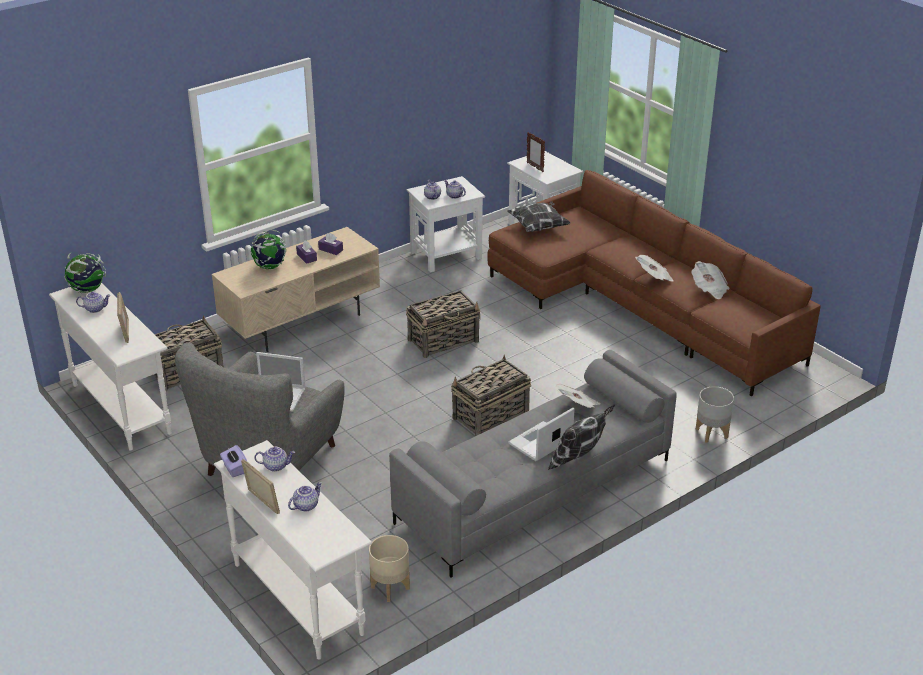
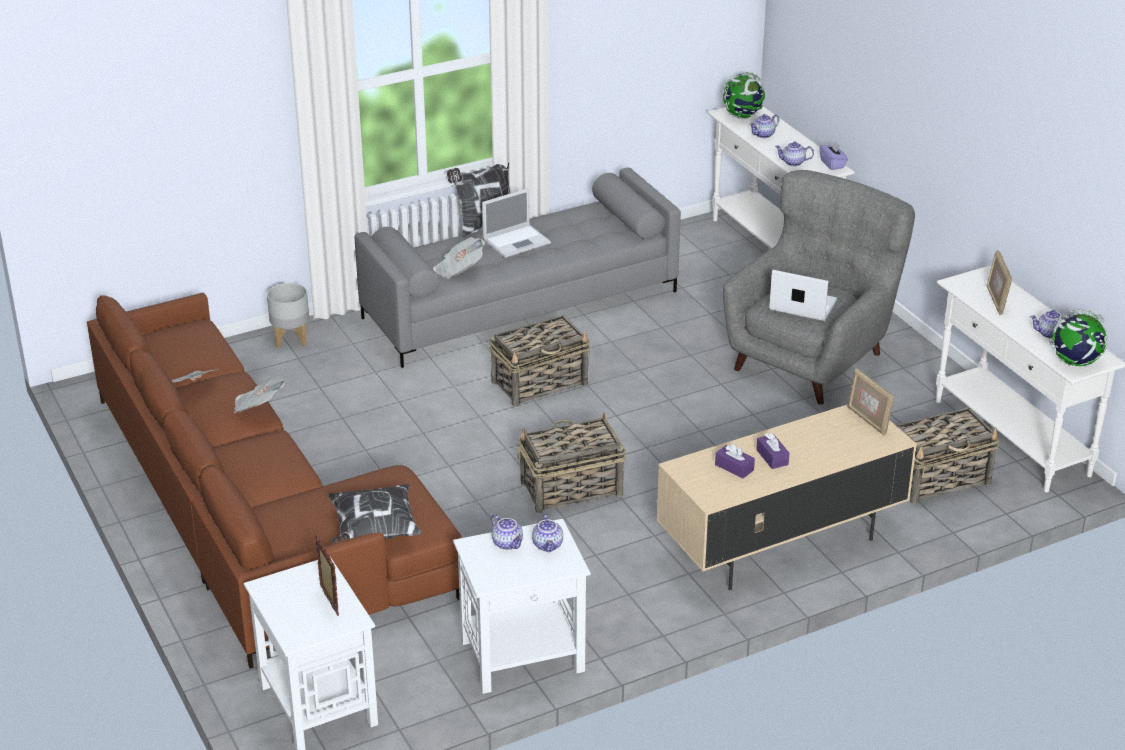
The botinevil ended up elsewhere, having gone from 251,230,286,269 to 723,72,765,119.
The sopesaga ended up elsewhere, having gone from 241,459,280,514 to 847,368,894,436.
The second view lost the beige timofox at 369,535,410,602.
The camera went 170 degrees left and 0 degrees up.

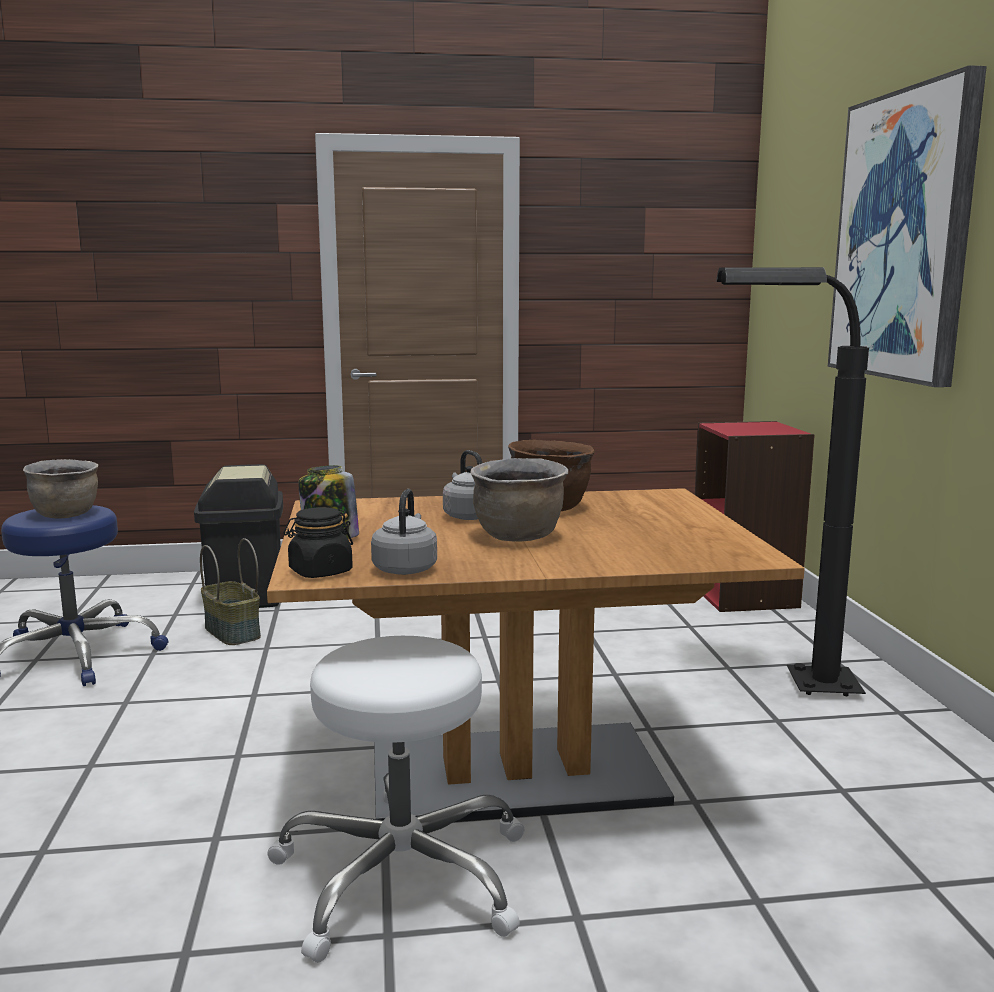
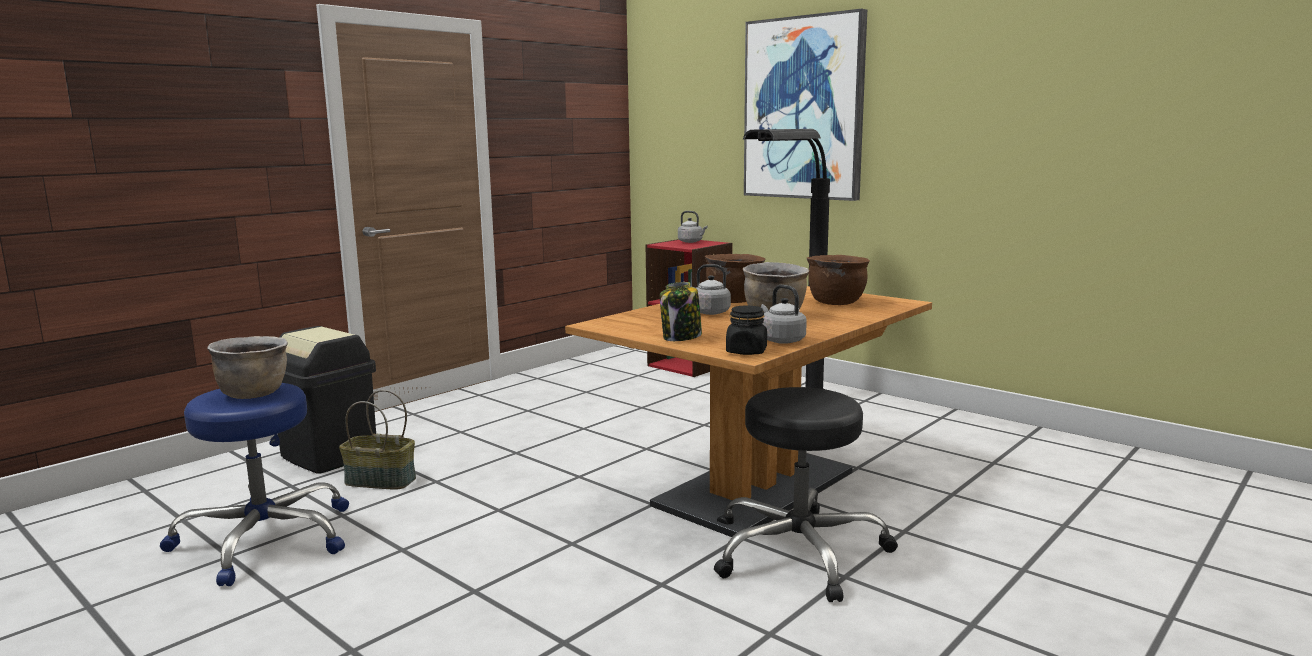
What was the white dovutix at 267,636,525,963 turned into the black dovutix at 714,387,898,602.
The second view gained the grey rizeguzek at 678,211,708,243.
The second view gained the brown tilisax at 807,255,870,305.
The camera went 40 degrees left and 0 degrees up.

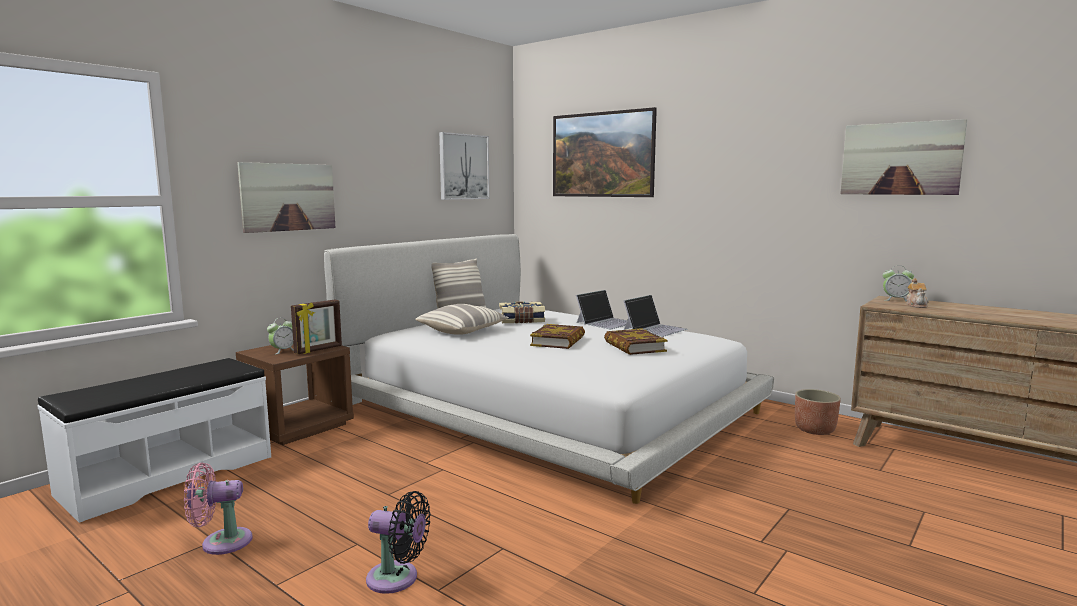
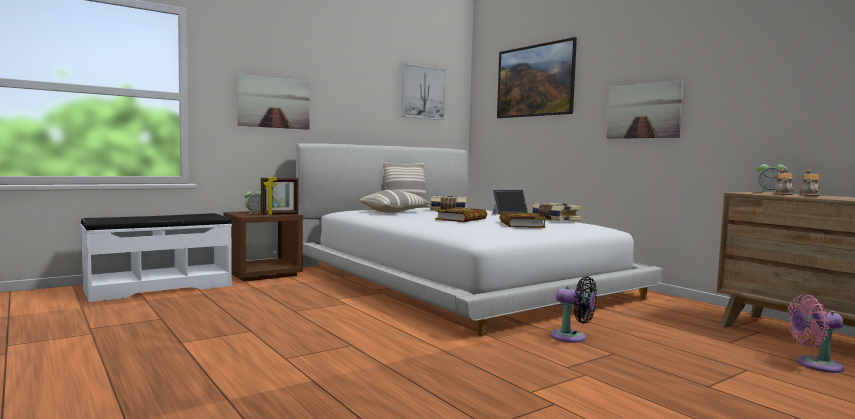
The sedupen ended up elsewhere, having gone from 840,119,968,195 to 606,80,684,139.
Where the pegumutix stood at 624,295,688,337, the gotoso came to stand at 532,203,581,221.
The second view lost the timofox at 795,389,841,435.
The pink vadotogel ended up elsewhere, having gone from 184,463,253,555 to 787,295,844,373.
The black vadotogel ended up elsewhere, having gone from 366,491,431,594 to 551,276,597,343.
The second view gained the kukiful at 800,169,820,196.
The camera went 15 degrees right and 5 degrees down.

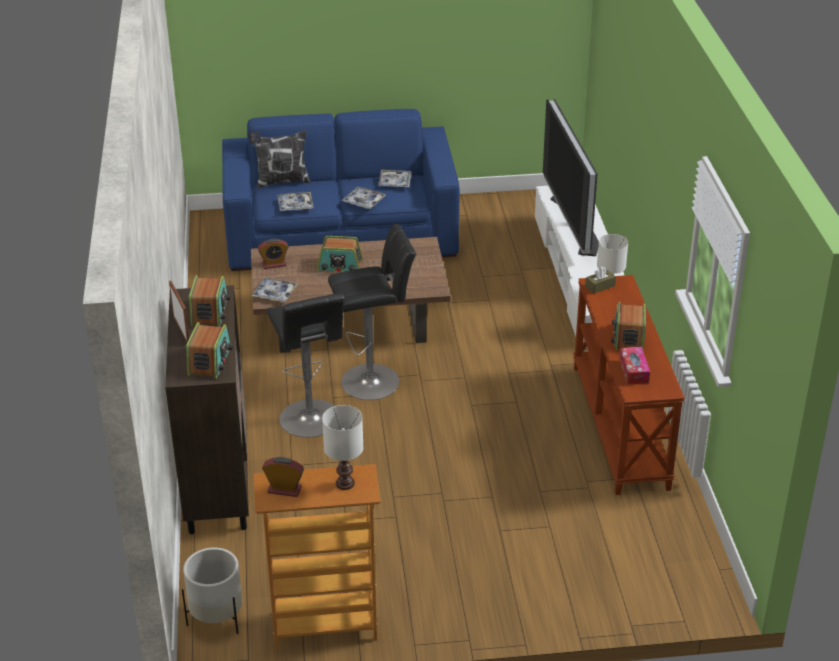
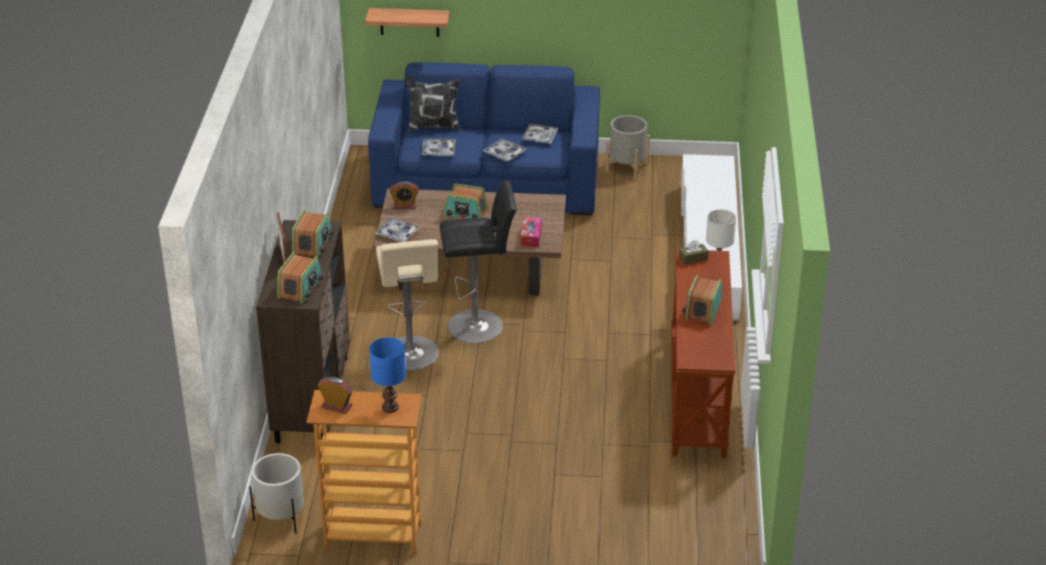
The second view lost the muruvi at 543,99,599,256.
What was the black dovutix at 267,293,344,437 turned into the beige dovutix at 376,239,439,371.
The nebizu ended up elsewhere, having gone from 619,347,650,384 to 520,217,542,247.
What was the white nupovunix at 322,405,364,490 turned into the blue nupovunix at 369,337,406,413.
The second view gained the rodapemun at 365,8,450,37.
The second view gained the grey timofox at 606,115,650,179.
The camera went 10 degrees right and 0 degrees up.

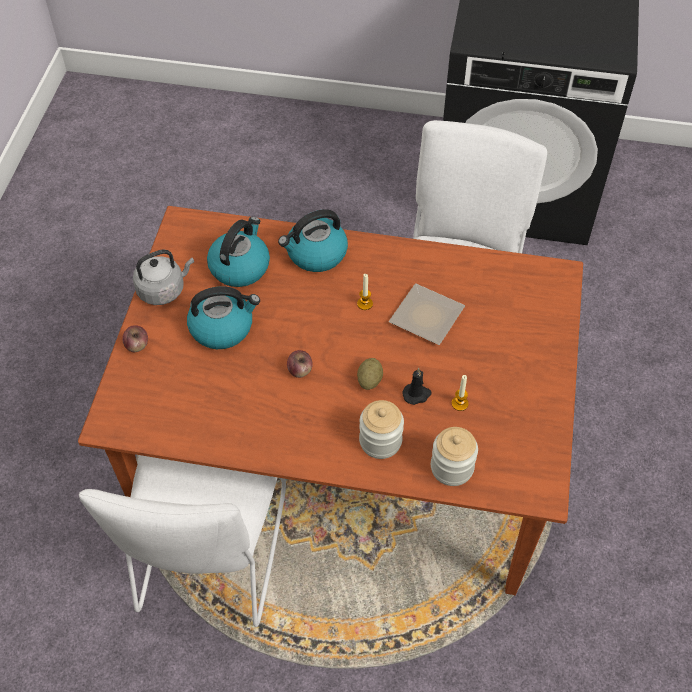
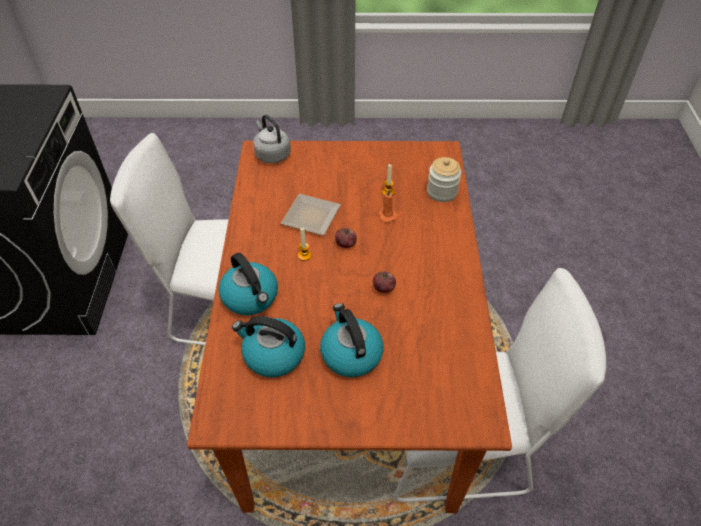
The grey rizeguzek ended up elsewhere, having gone from 133,249,194,305 to 253,115,291,163.
The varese ended up elsewhere, having gone from 122,325,148,352 to 335,228,357,248.
The second view lost the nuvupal at 357,358,383,390.
What was the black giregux at 402,368,432,405 turned into the orange giregux at 378,189,398,223.
The second view lost the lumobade at 359,400,404,459.
The camera went 100 degrees left and 5 degrees down.

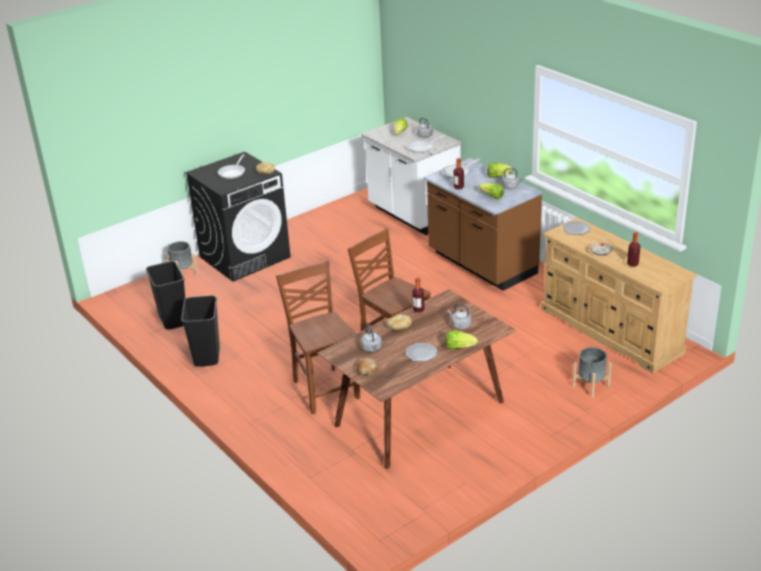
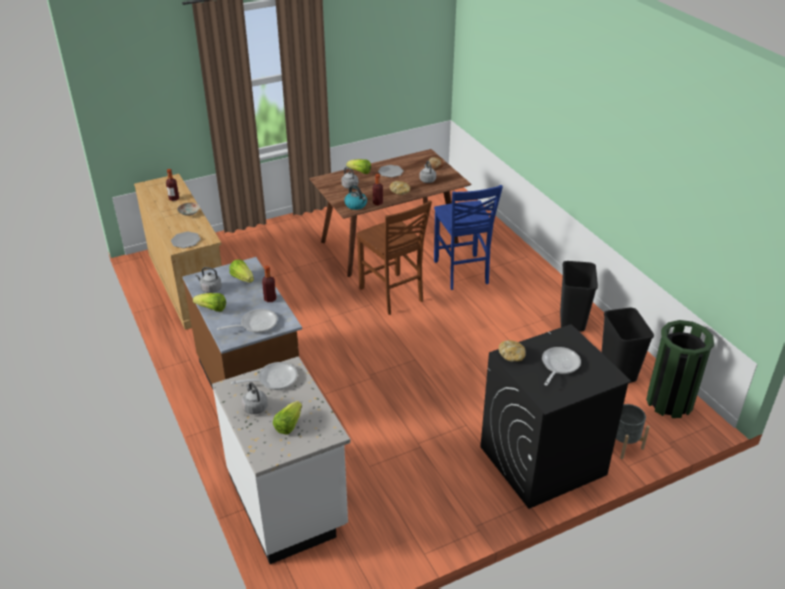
What was the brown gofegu at 276,260,360,415 turned into the blue gofegu at 434,185,503,290.
The second view lost the grey timofox at 572,347,612,398.
The second view gained the rizeguzek at 344,185,367,210.
The second view gained the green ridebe at 646,320,714,418.
The camera went 170 degrees left and 5 degrees up.

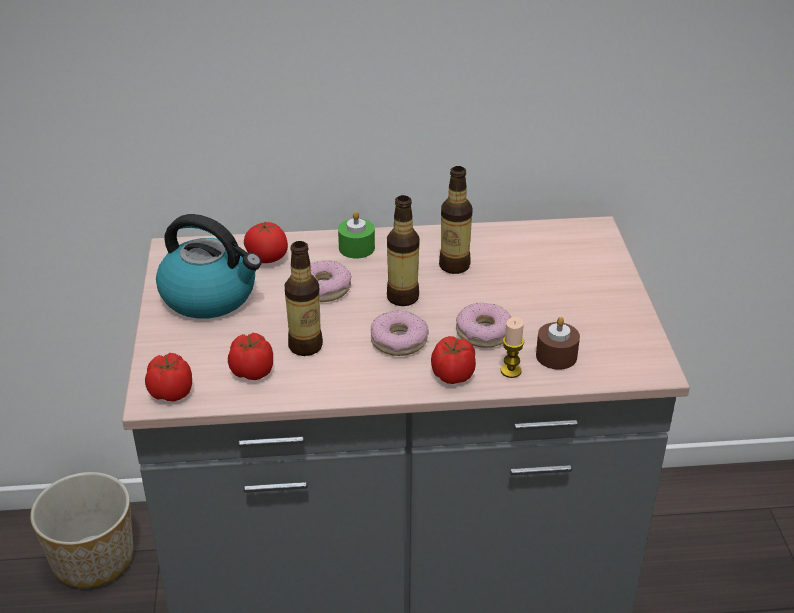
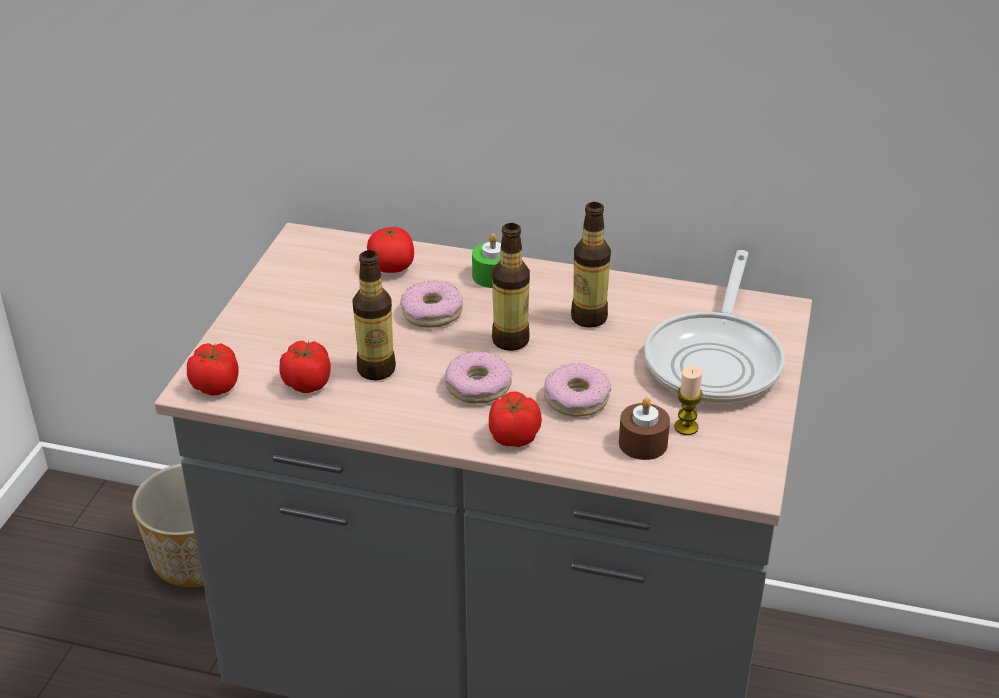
The second view lost the rizeguzek at 156,214,262,319.
The giregux ended up elsewhere, having gone from 501,317,524,378 to 674,366,703,435.
The second view gained the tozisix at 644,250,785,404.
The camera went 20 degrees right and 0 degrees up.

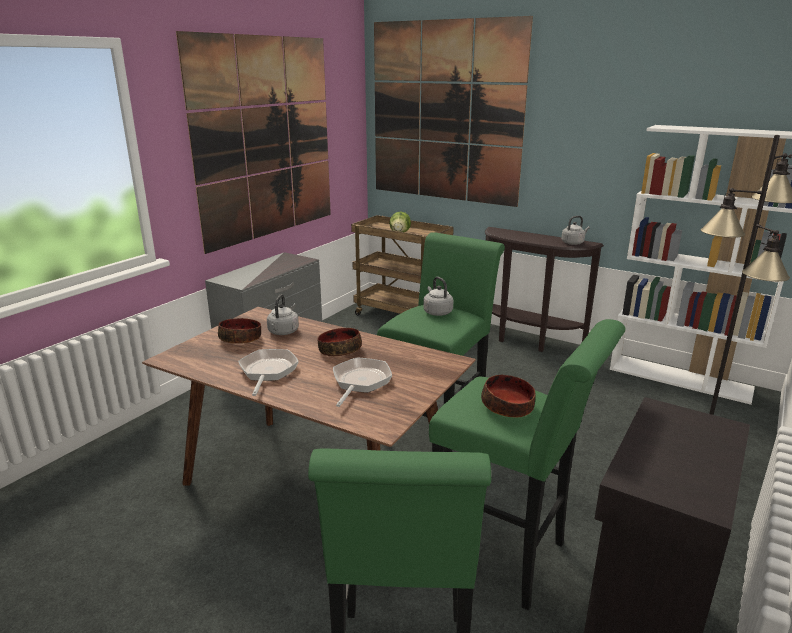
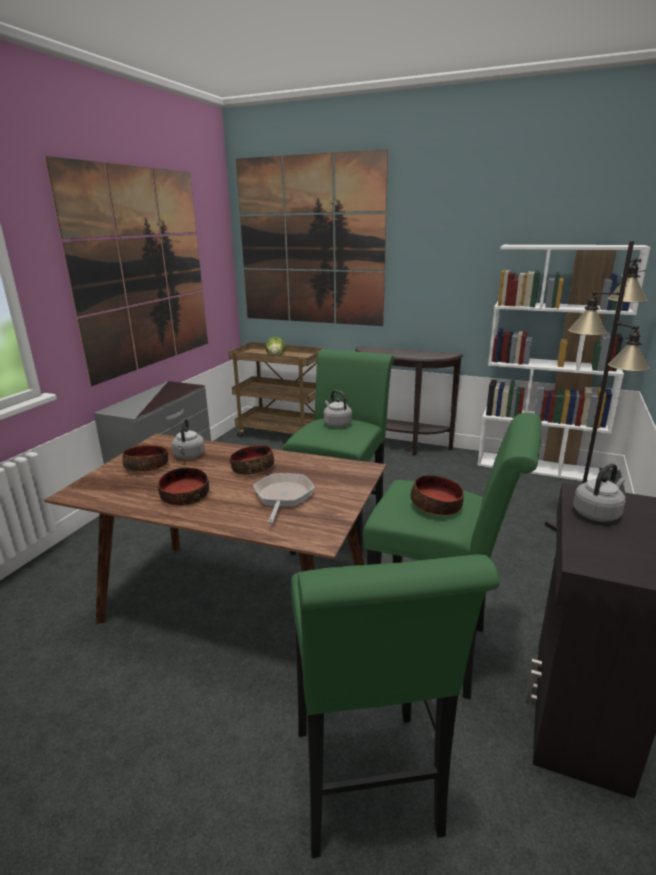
The grey rizeguzek ended up elsewhere, having gone from 561,216,590,245 to 573,463,626,522.
Where the tozisix stood at 238,349,299,396, the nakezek came to stand at 158,467,209,506.
The camera went 10 degrees left and 0 degrees up.

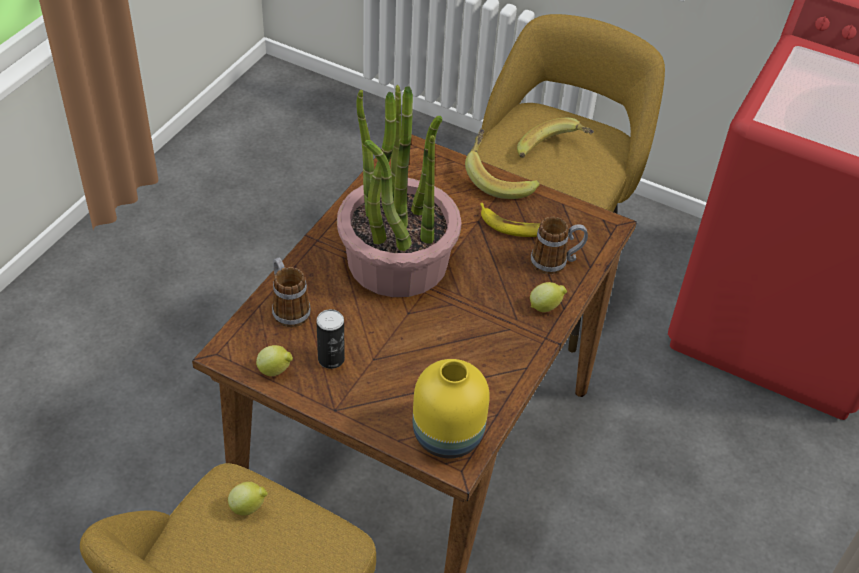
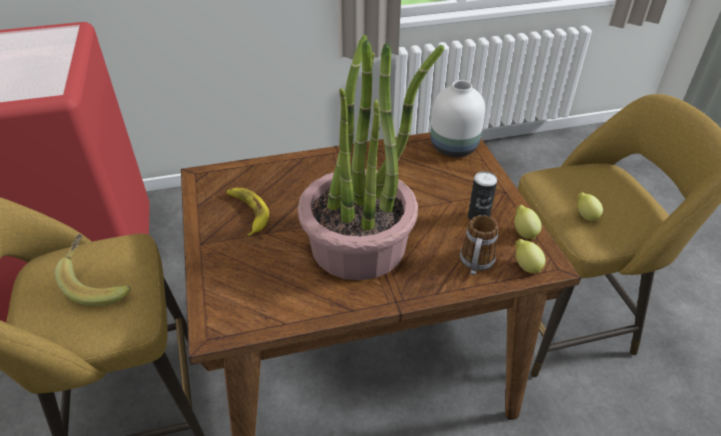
The second view lost the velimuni at 465,129,540,199.
The second view lost the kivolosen at 531,217,588,274.
The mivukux ended up elsewhere, having gone from 530,282,567,312 to 516,239,546,273.
What was the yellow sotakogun at 413,359,490,458 turned into the white sotakogun at 431,80,485,157.
The camera went 130 degrees left and 5 degrees down.

